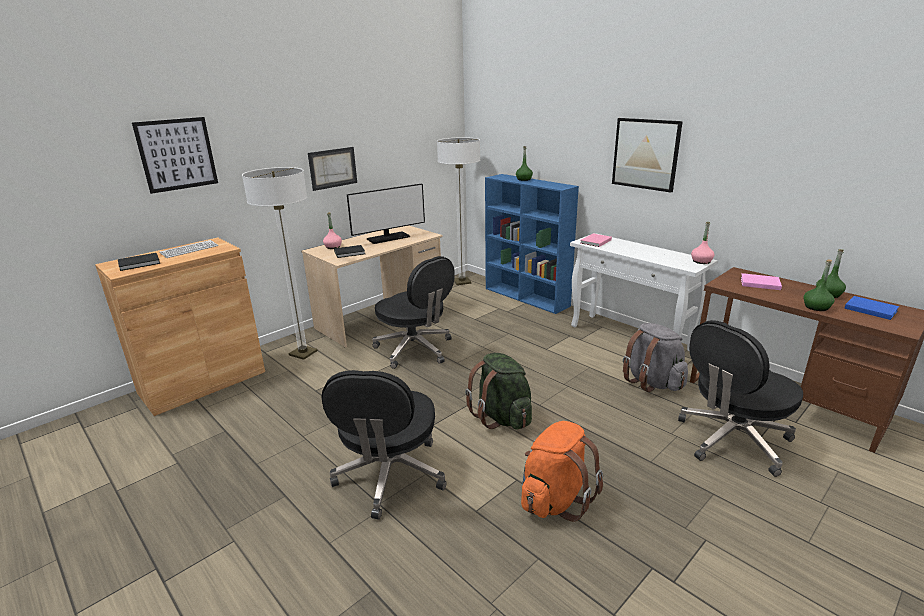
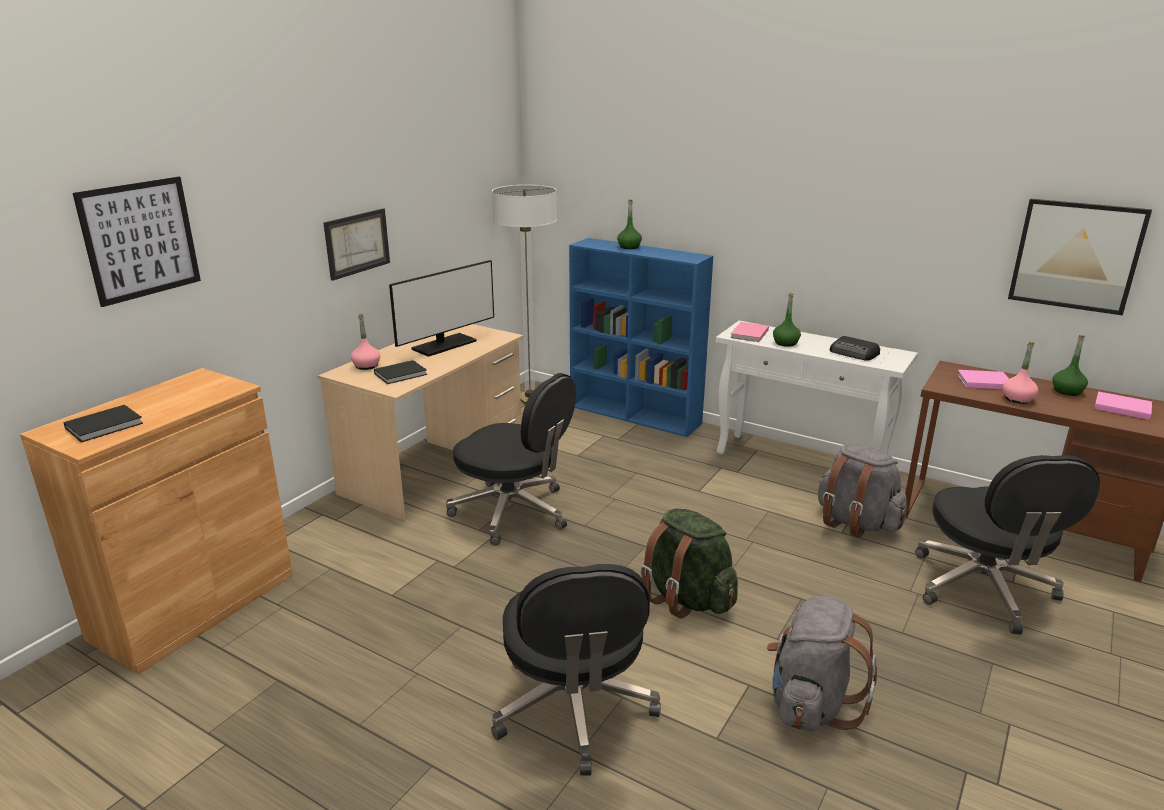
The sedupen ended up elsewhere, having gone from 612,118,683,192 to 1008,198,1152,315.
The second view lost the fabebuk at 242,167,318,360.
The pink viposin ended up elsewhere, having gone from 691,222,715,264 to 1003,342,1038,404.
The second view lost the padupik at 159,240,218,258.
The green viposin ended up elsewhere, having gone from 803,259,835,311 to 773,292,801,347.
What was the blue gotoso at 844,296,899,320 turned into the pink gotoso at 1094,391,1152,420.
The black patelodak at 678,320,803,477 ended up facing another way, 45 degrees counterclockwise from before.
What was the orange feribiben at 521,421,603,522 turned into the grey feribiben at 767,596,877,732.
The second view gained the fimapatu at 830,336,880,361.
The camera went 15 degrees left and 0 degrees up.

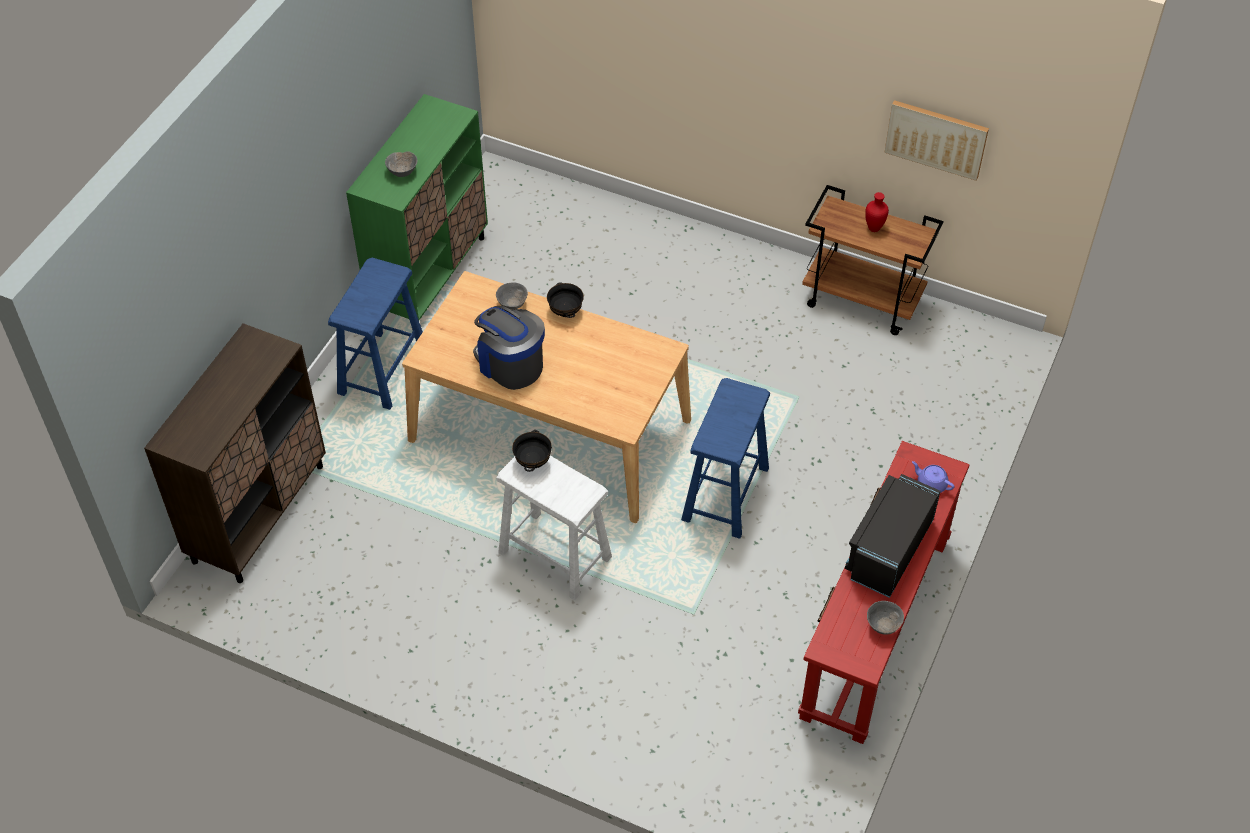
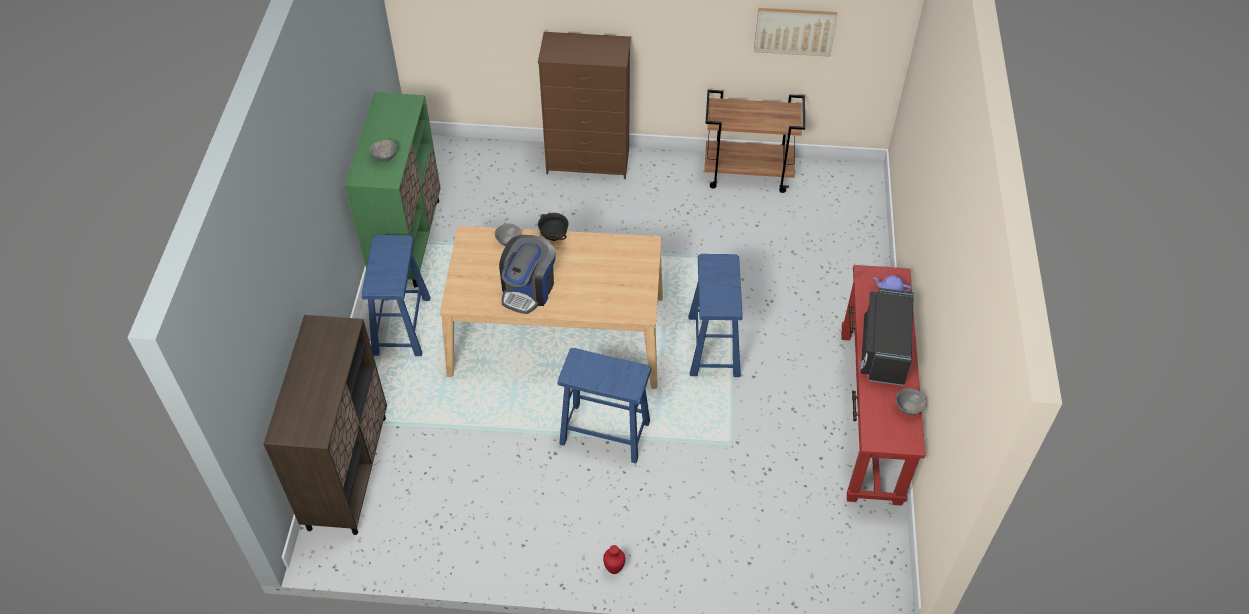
The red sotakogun ended up elsewhere, having gone from 865,192,889,232 to 603,545,625,574.
The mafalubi at 473,306,545,390 ended up facing another way, 90 degrees counterclockwise from before.
The second view lost the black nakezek at 512,430,552,472.
What was the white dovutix at 496,456,612,600 turned into the blue dovutix at 558,348,651,463.
The second view gained the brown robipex at 538,32,631,179.
The camera went 20 degrees left and 0 degrees up.

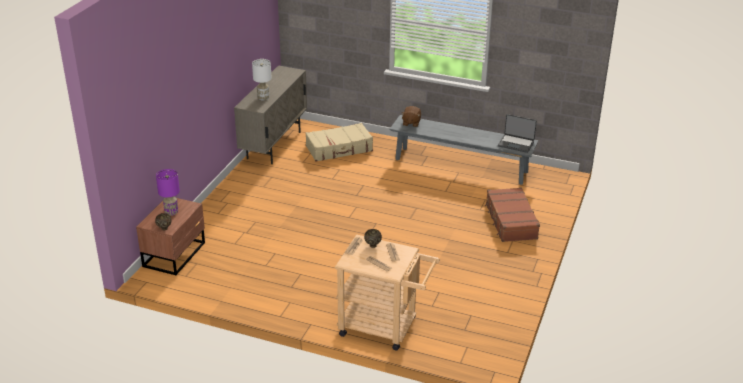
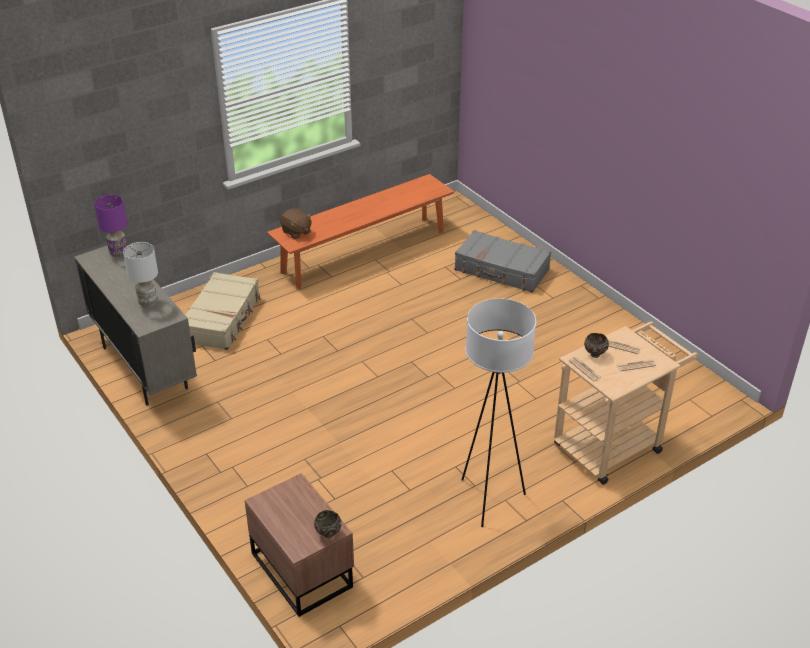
The second view lost the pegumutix at 498,114,537,153.
What was the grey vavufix at 389,115,538,185 turned into the orange vavufix at 267,174,454,289.
The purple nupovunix ended up elsewhere, having gone from 156,169,180,216 to 94,194,127,257.
What was the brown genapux at 485,187,540,242 turned into the grey genapux at 455,230,551,293.
The second view gained the white fabebuk at 462,298,536,527.
The camera went 55 degrees left and 5 degrees up.

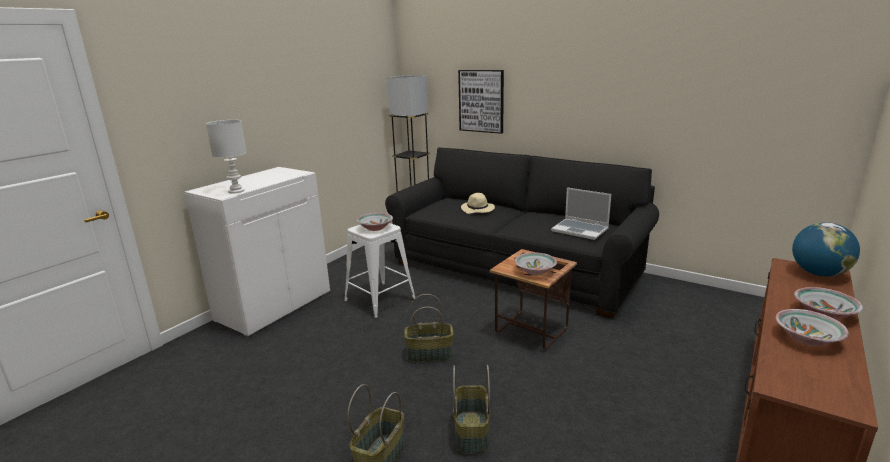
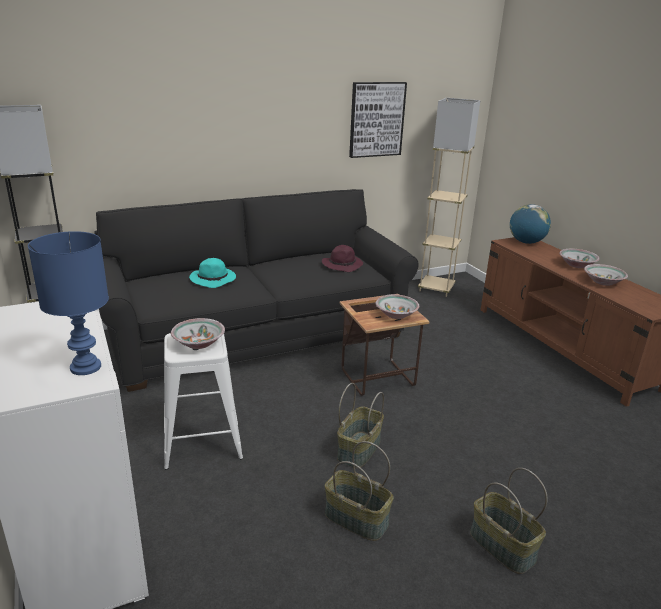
The sedupen ended up elsewhere, having gone from 458,70,504,134 to 349,82,407,158.
What was the white nupovunix at 206,120,247,194 turned into the blue nupovunix at 28,231,109,375.
Where the pegumutix stood at 551,188,611,240, the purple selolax came to stand at 322,245,363,272.
What was the beige selolax at 461,193,495,214 turned into the turquoise selolax at 189,258,236,288.
The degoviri ended up elsewhere, having gone from 453,365,491,454 to 325,441,394,541.
The second view gained the beige fabebuk at 418,98,480,297.
The camera went 60 degrees left and 5 degrees up.

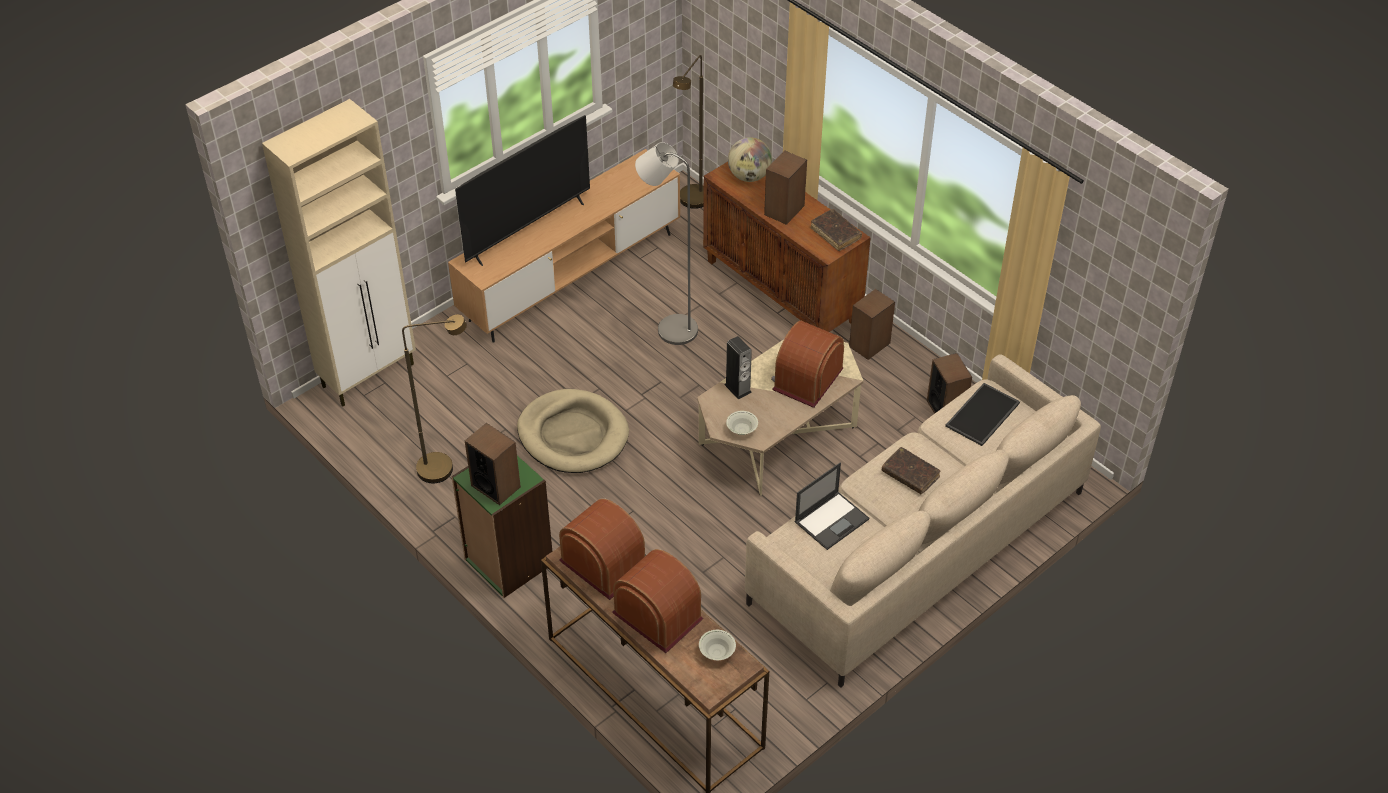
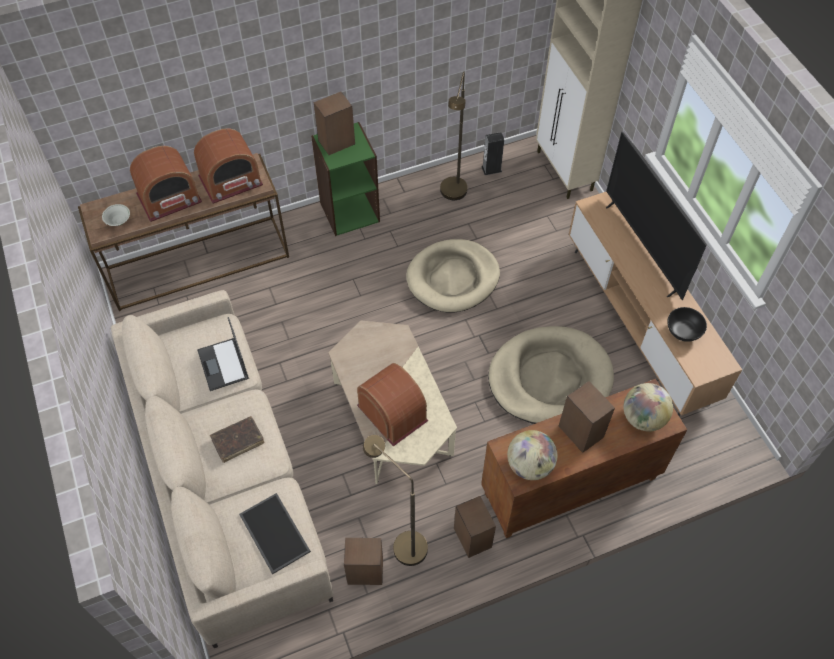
The brown fabebuk ended up elsewhere, having gone from 673,55,704,209 to 363,435,428,566.
Where the grey fabebuk stood at 635,142,698,345, the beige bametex came to stand at 488,326,614,424.
Where the brown gotoso stood at 810,209,862,251, the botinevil came to stand at 507,430,557,480.
The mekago ended up elsewhere, having gone from 724,336,752,400 to 481,132,504,175.
The second view lost the white nakezek at 726,411,758,435.
The second view gained the black nakezek at 667,307,707,342.
The camera went 110 degrees right and 10 degrees up.

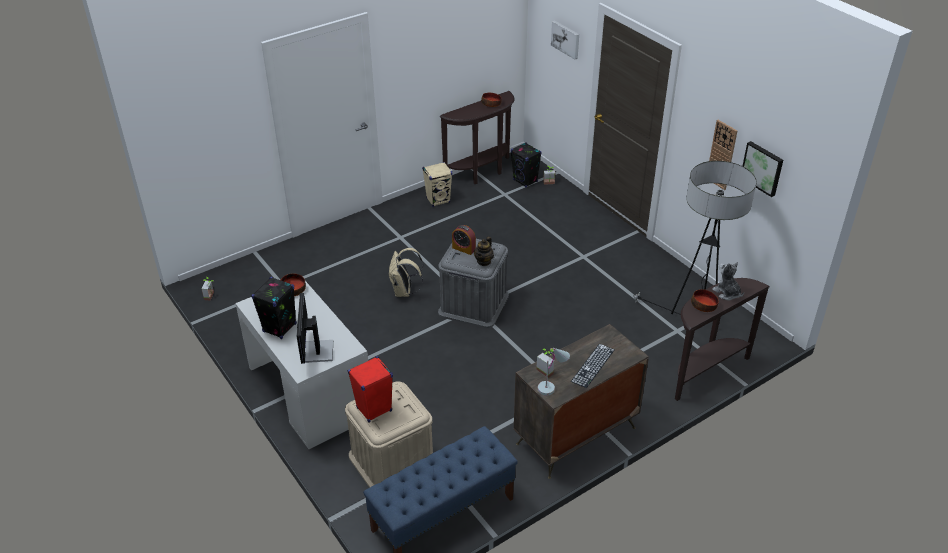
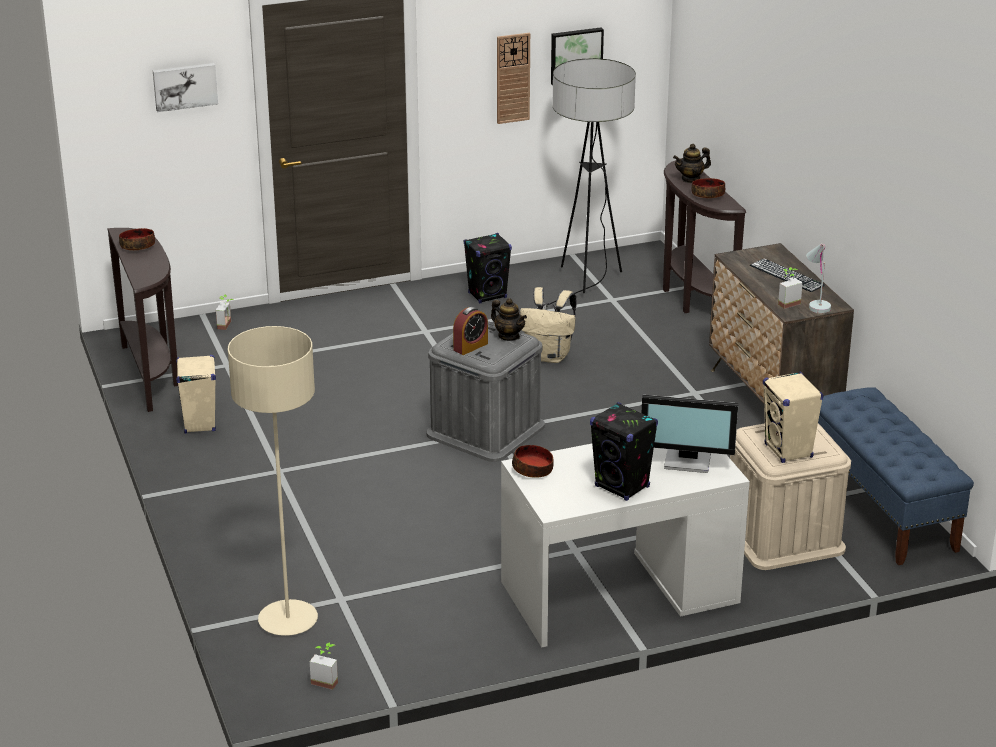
The black mekago ended up elsewhere, having gone from 511,142,542,188 to 464,233,512,303.
The beige feribiben ended up elsewhere, having gone from 388,248,423,297 to 520,287,577,363.
Where the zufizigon stood at 712,262,744,300, the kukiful came to stand at 673,144,711,183.
What was the red mekago at 348,356,393,423 turned into the beige mekago at 763,371,823,463.
The second view gained the beige fabebuk at 228,326,318,636.
The camera went 75 degrees left and 10 degrees down.

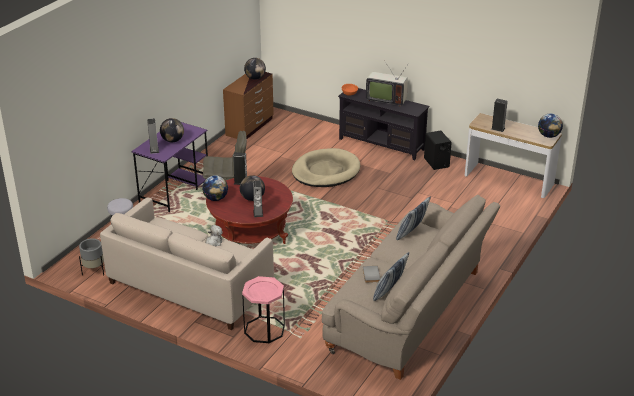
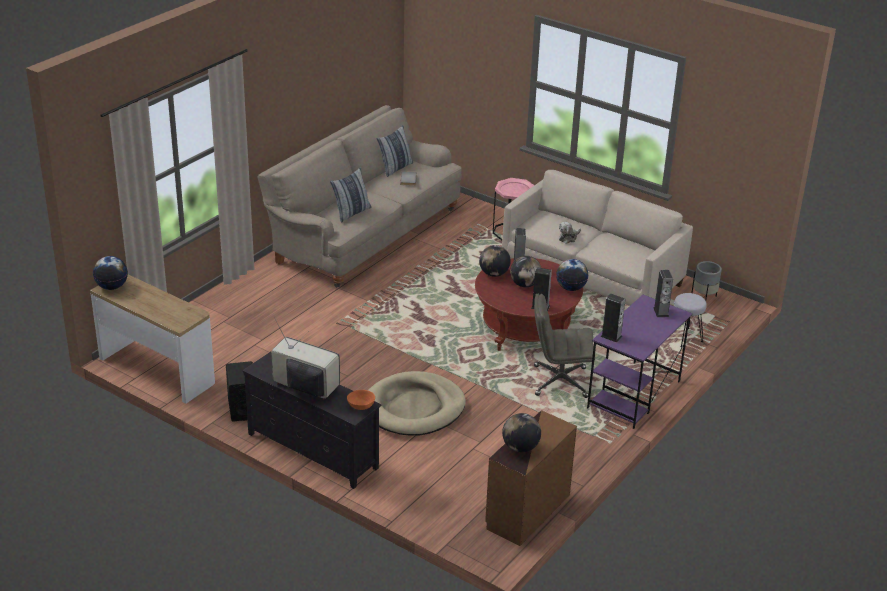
The mekago ended up elsewhere, having gone from 491,99,508,132 to 601,294,625,342.
The botinevil ended up elsewhere, having gone from 160,118,184,142 to 479,245,511,277.
The camera went 175 degrees left and 0 degrees up.

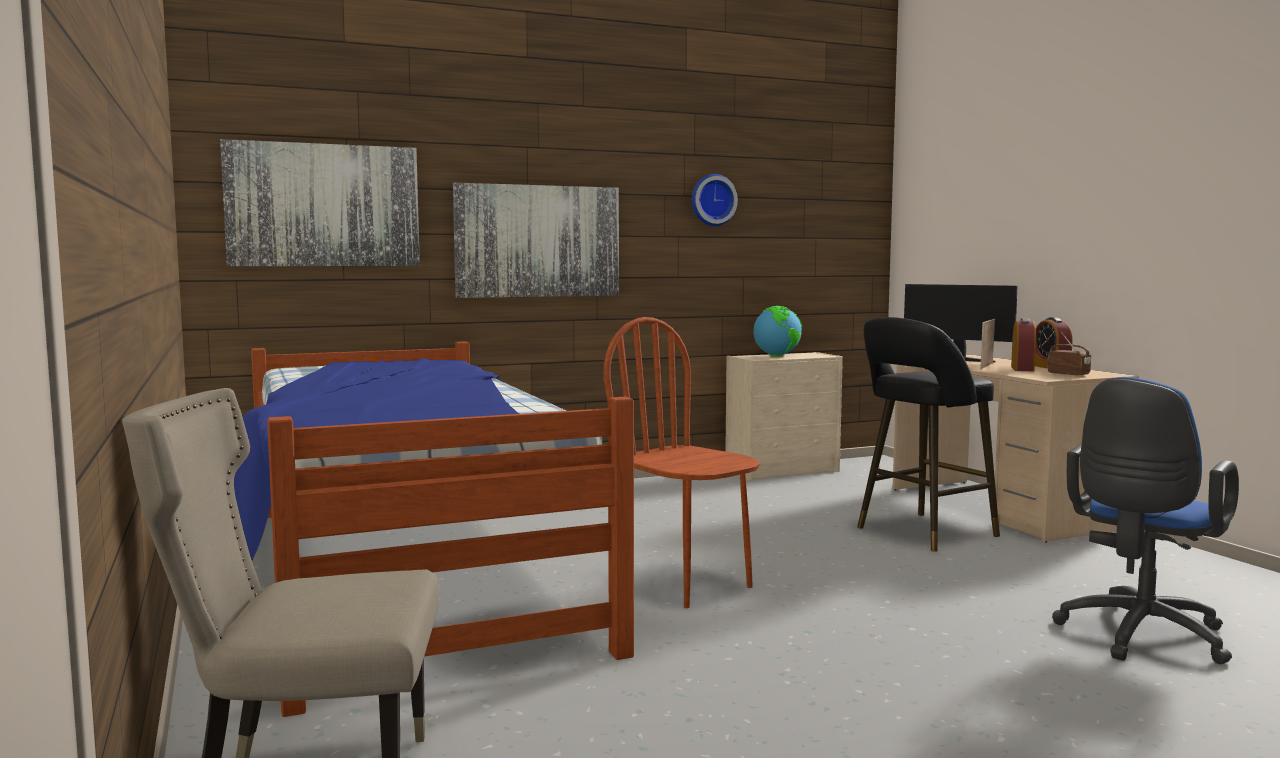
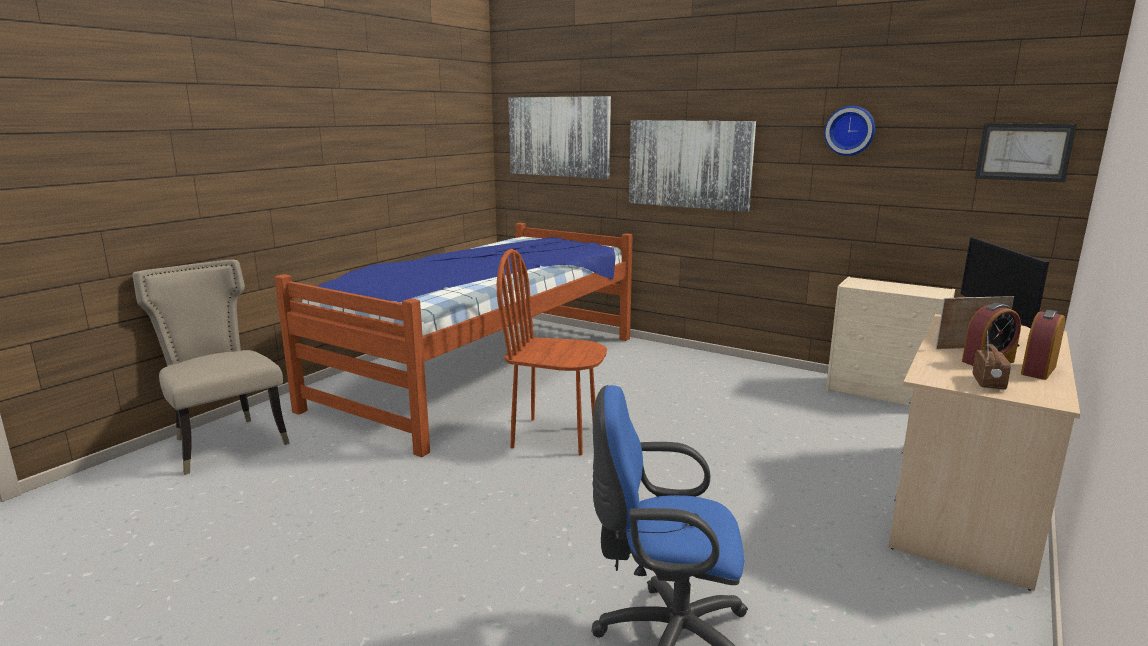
The second view lost the botinevil at 753,306,802,356.
The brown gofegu at 603,317,760,608 ended up facing another way, 90 degrees counterclockwise from before.
The second view lost the black dovutix at 857,317,1000,552.
The second view gained the sedupen at 975,123,1077,182.
The camera went 55 degrees right and 10 degrees up.

